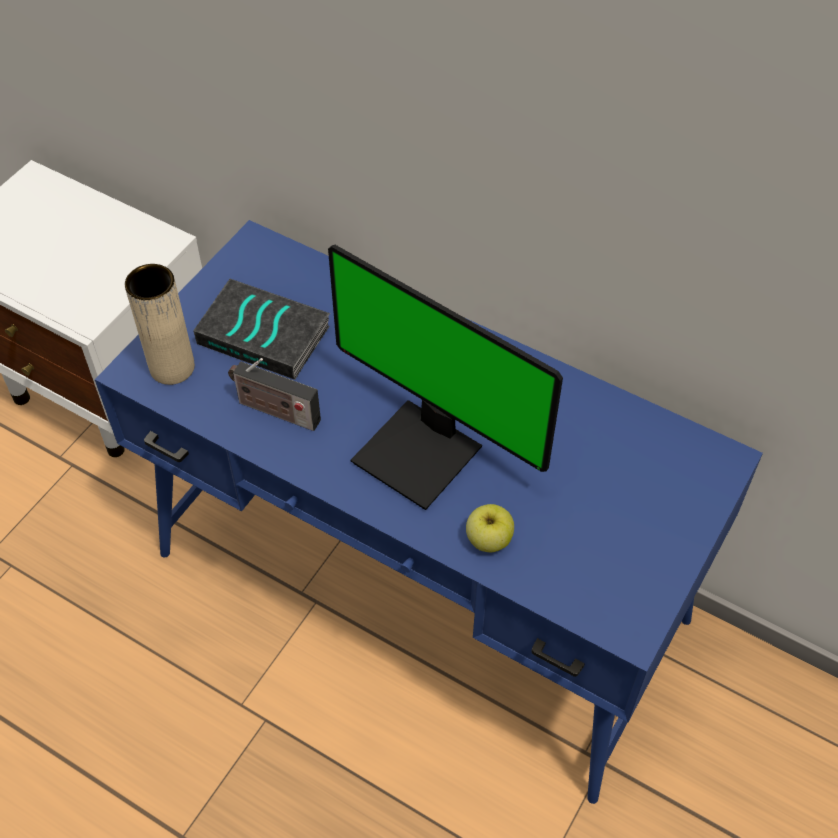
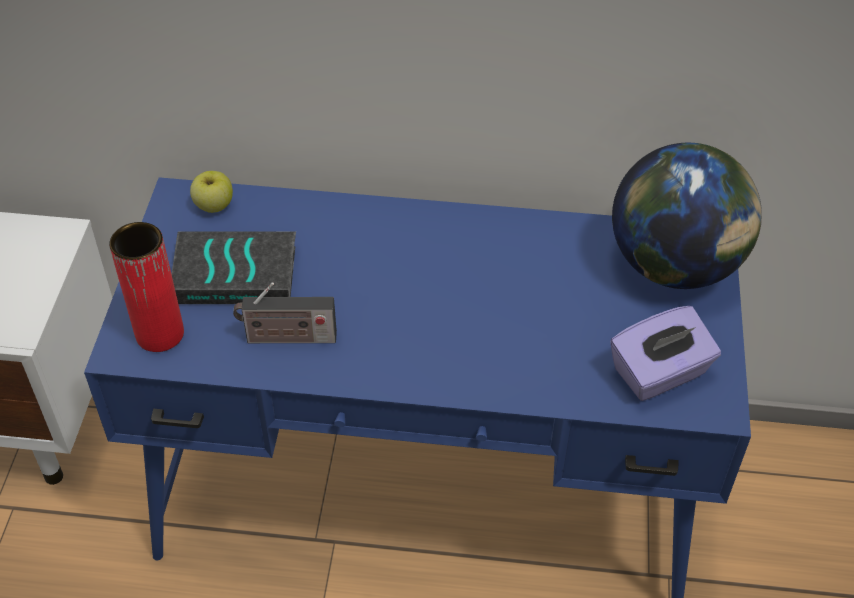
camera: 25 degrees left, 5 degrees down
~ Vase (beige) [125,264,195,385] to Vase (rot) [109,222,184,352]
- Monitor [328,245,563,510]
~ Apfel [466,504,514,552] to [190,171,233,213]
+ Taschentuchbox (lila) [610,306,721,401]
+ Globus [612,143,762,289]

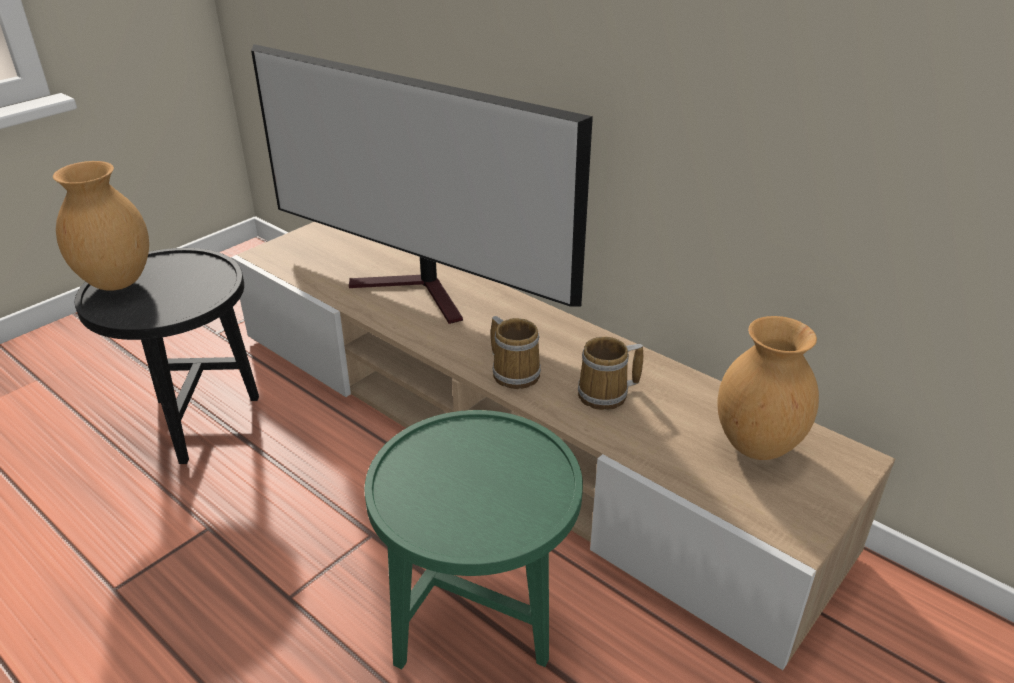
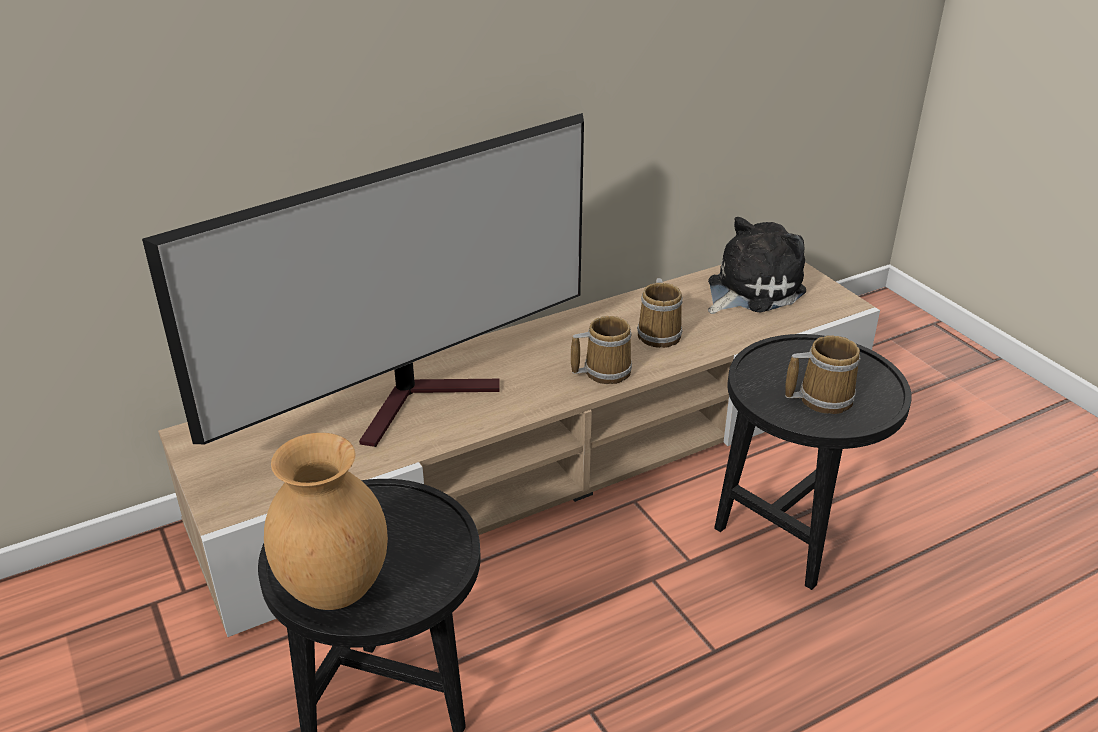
camera: 70 degrees left, 0 degrees up
~ Beistelltisch (grün) [365,410,583,669] to Beistelltisch (schwarz) [714,334,912,590]
~ Vase (braun) [718,316,819,460] to Plüschtier [708,217,806,314]
+ Henkelbecher [785,335,861,414]

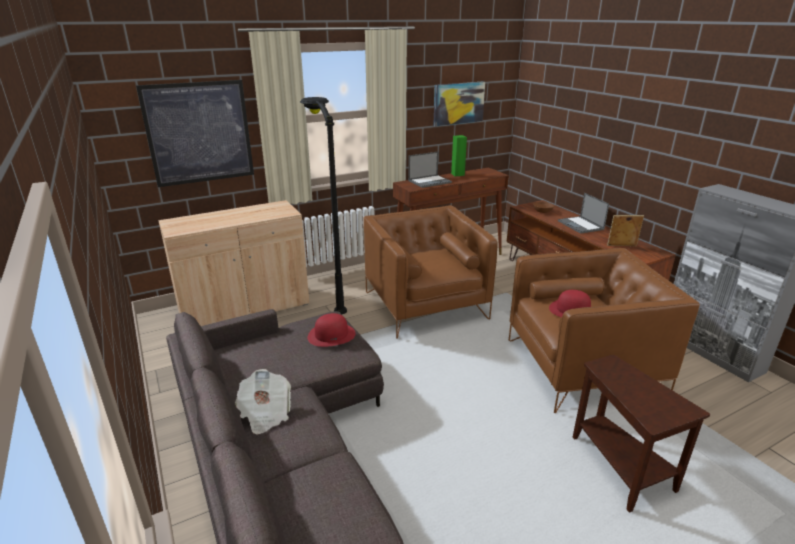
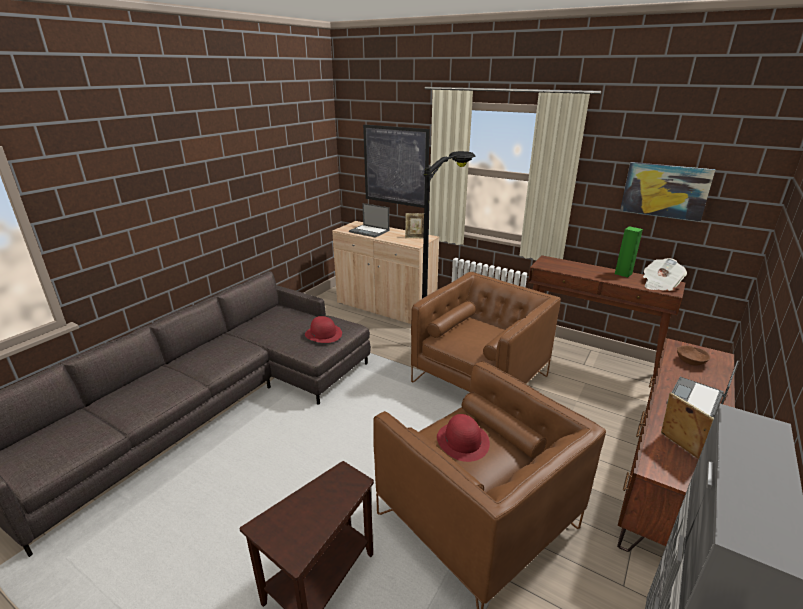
camera: 60 degrees right, 0 degrees up
~ Zeitung [235,369,291,435] to [643,258,687,291]
~ Laptop [408,152,452,188] to [349,203,389,238]
+ Bilderrahmen [405,213,424,238]

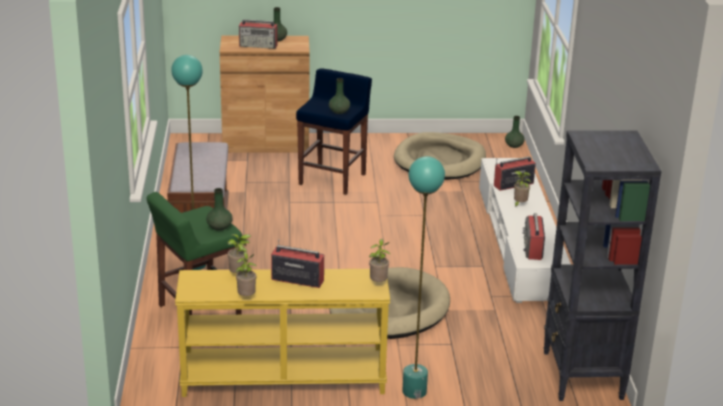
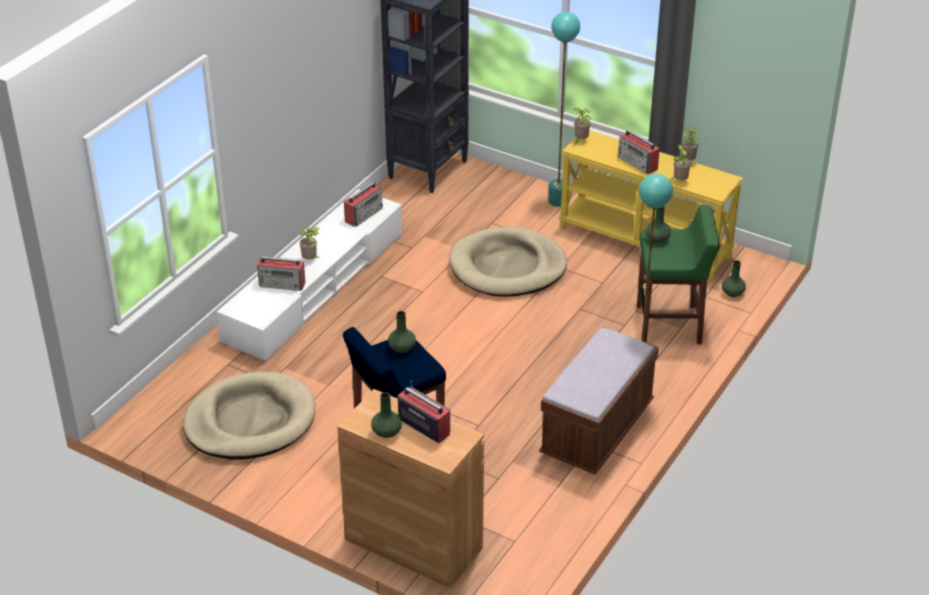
camera: 145 degrees left, 10 degrees up
~ Vase (grün) [505,116,525,148] to [722,260,746,297]

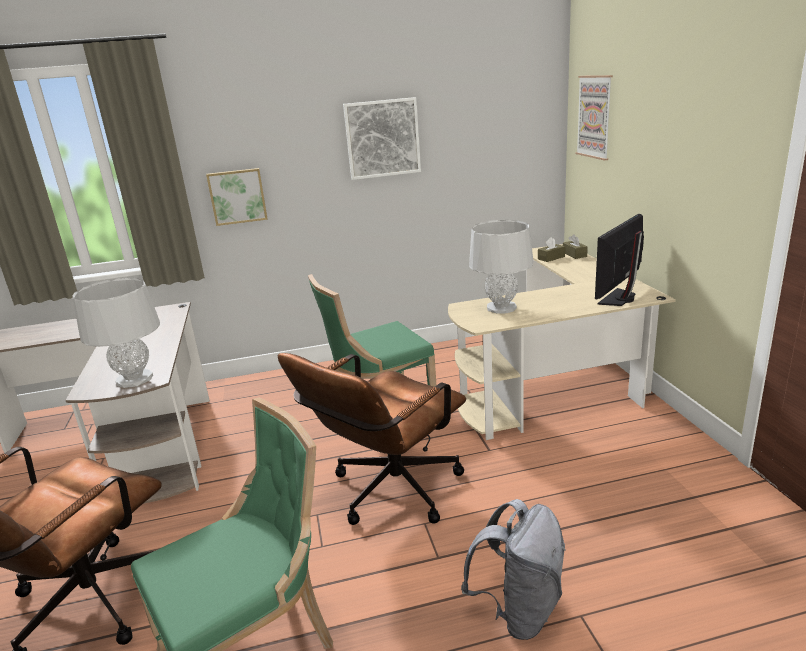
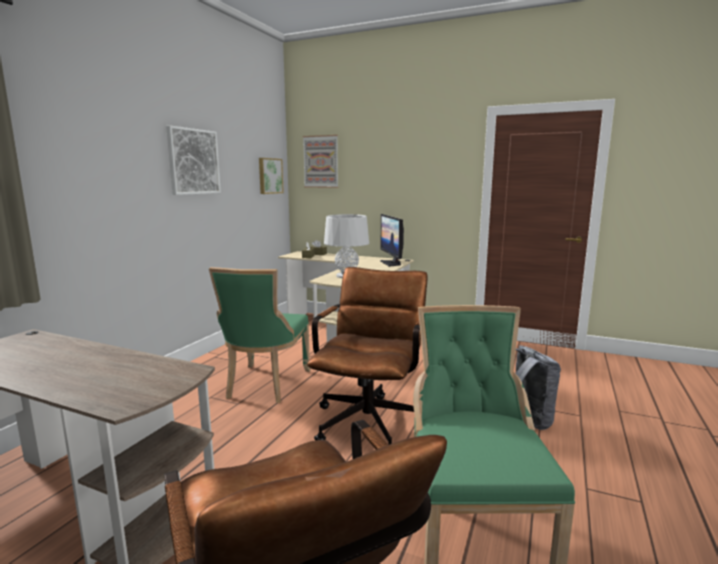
camera: 55 degrees left, 10 degrees down
- Tischlampe (grau) [72,278,160,388]
~ Bild [206,168,268,226] to [259,158,284,194]
~ Bürostuhl (braun) [277,353,466,525] = [307,267,428,445] 150 degrees counterclockwise

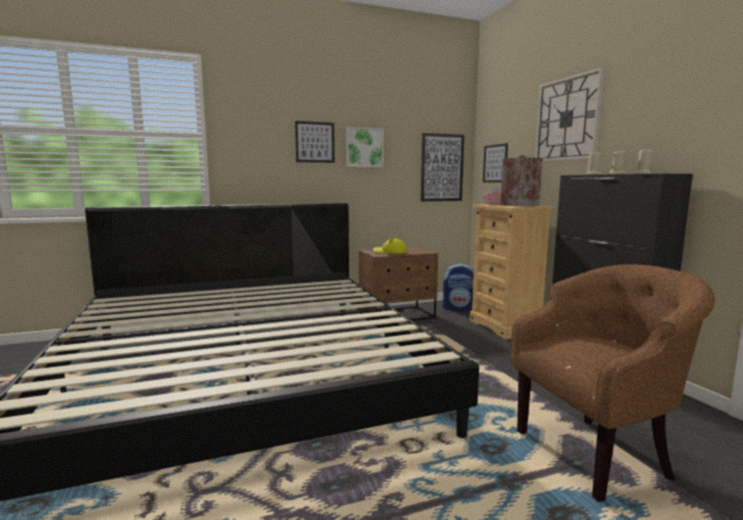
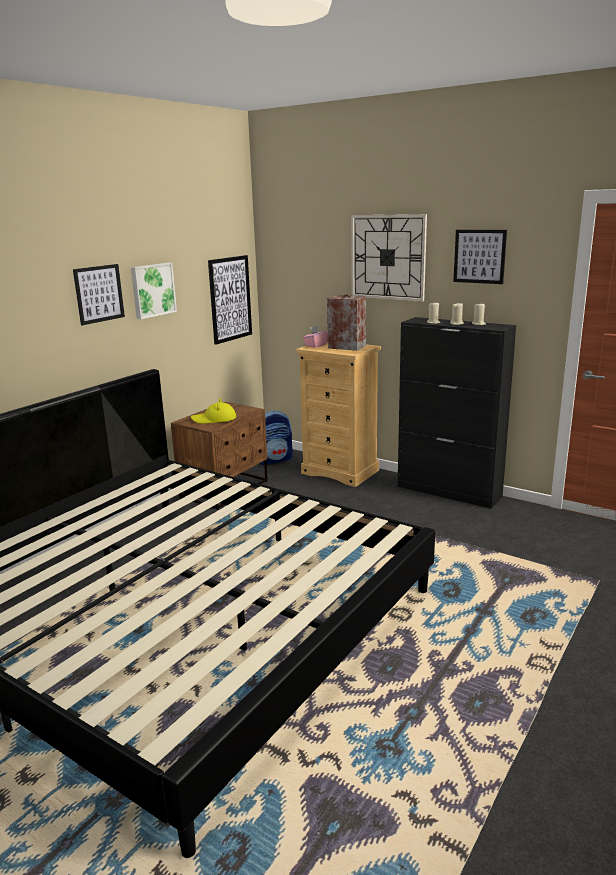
camera: 35 degrees left, 10 degrees up
~ Bild [483,143,508,183] to [453,230,507,284]
- Sessel (braun) [511,264,715,502]

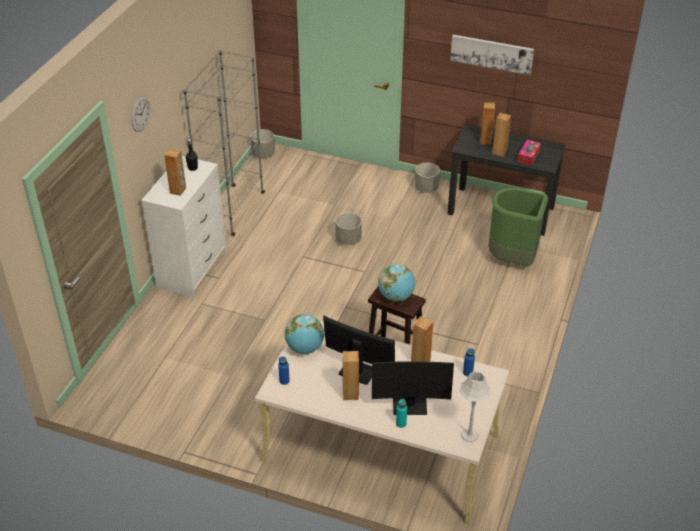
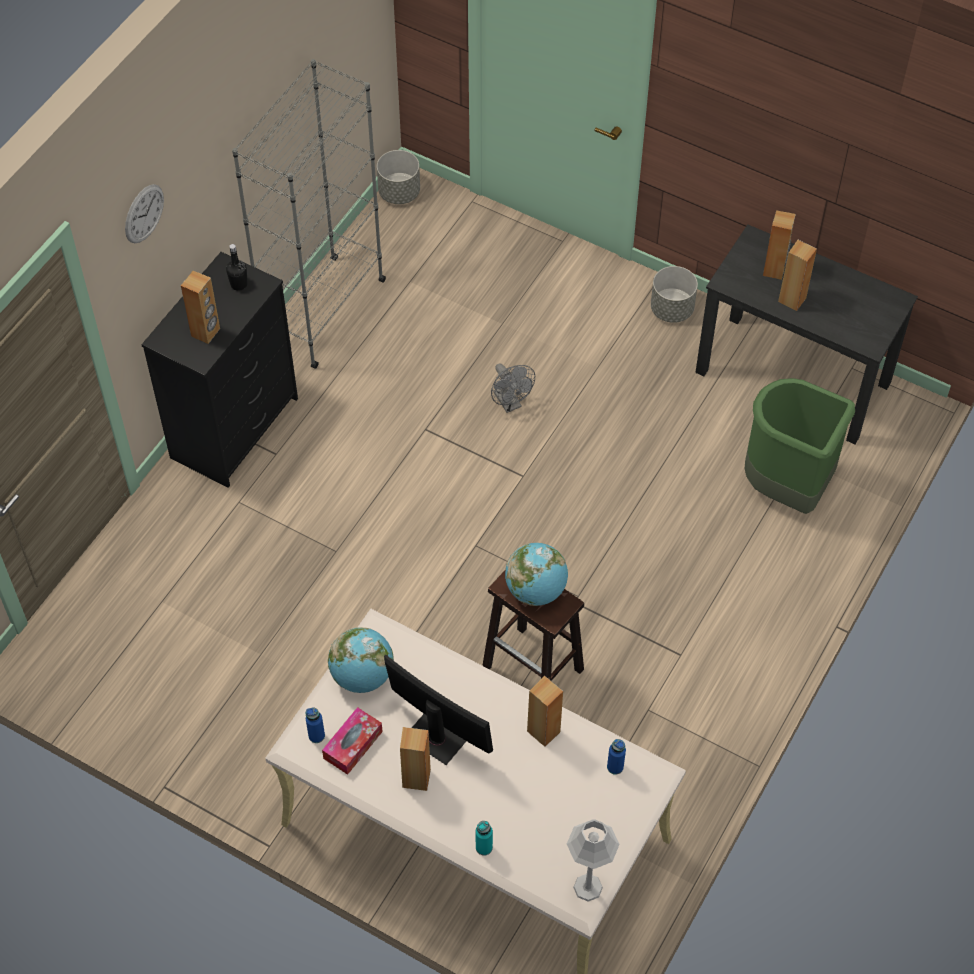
camera: 10 degrees right, 15 degrees up
~ Kommode (weiß) [141,156,226,297] to Kommode (schwarz) [141,252,298,488]
~ Pflanzkübel (grau) [335,213,362,245] to Ventilator (grau) [491,363,535,413]
- Monitor [372,361,454,415]
- Bild [450,35,534,75]
~ Taschentuchbox [518,139,541,165] to [322,707,383,775]

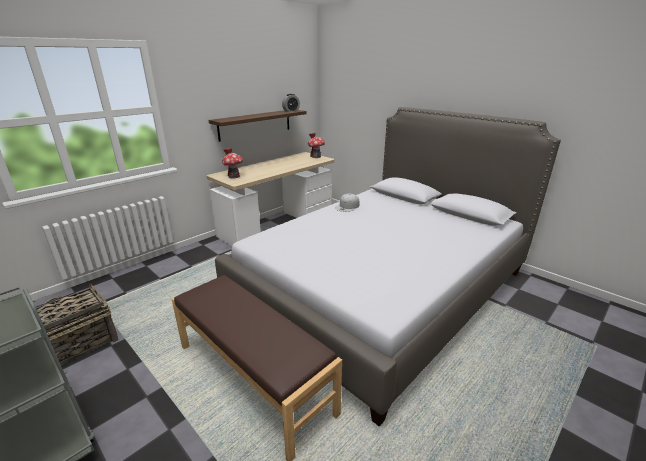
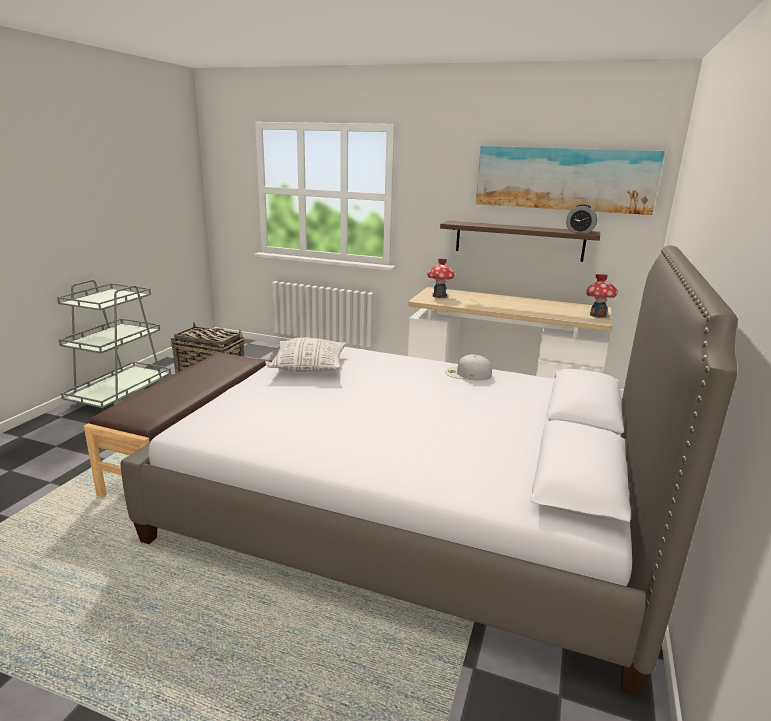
camera: 65 degrees right, 5 degrees down
+ Kissen [267,337,347,372]
+ Bild [476,146,665,215]

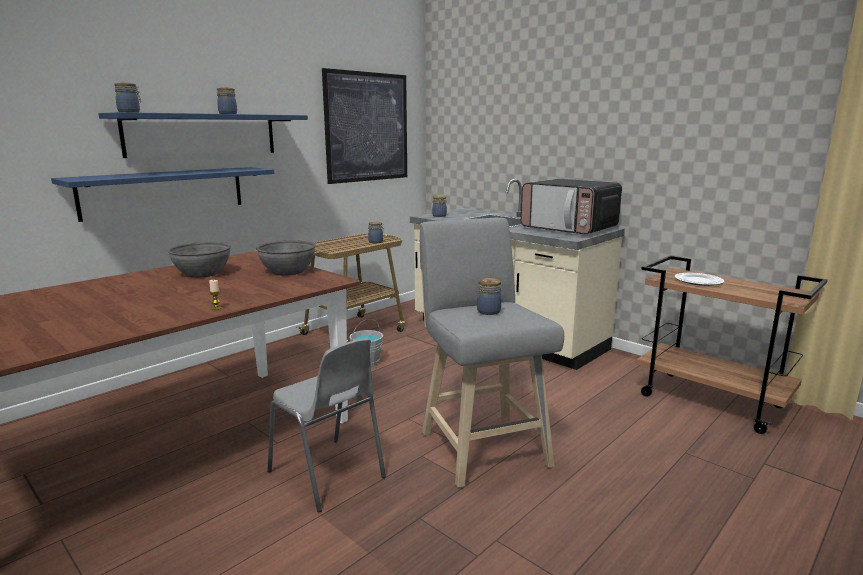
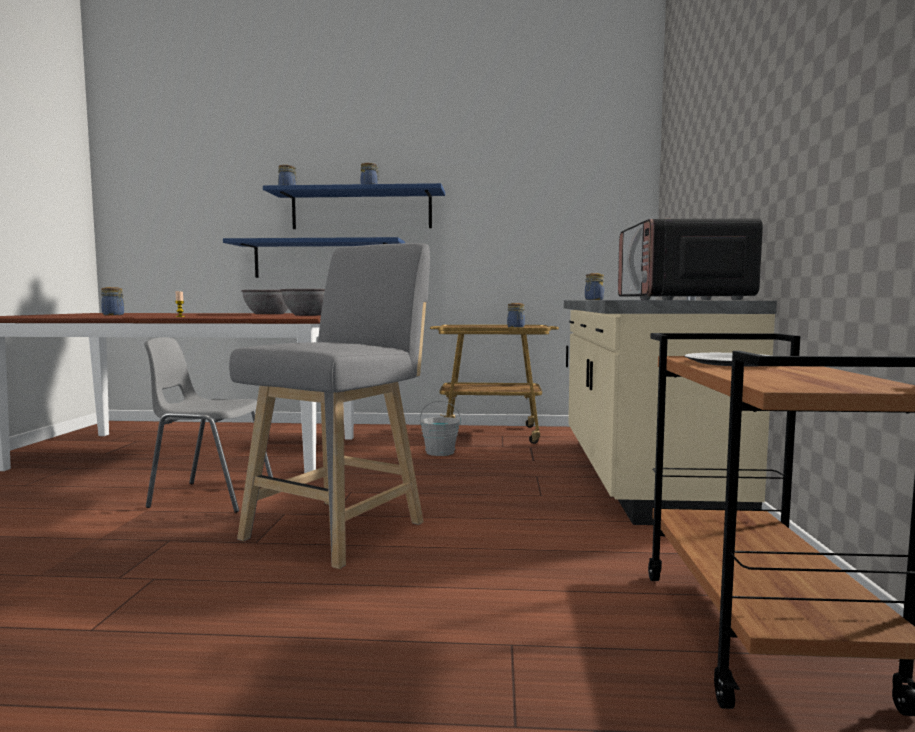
camera: 50 degrees right, 10 degrees down
~ Stuhl (grau) [267,338,386,513] = [144,337,273,513] 90 degrees clockwise
- Bild [322,68,407,184]
~ Vorratsglas [477,278,502,315] to [101,287,124,315]

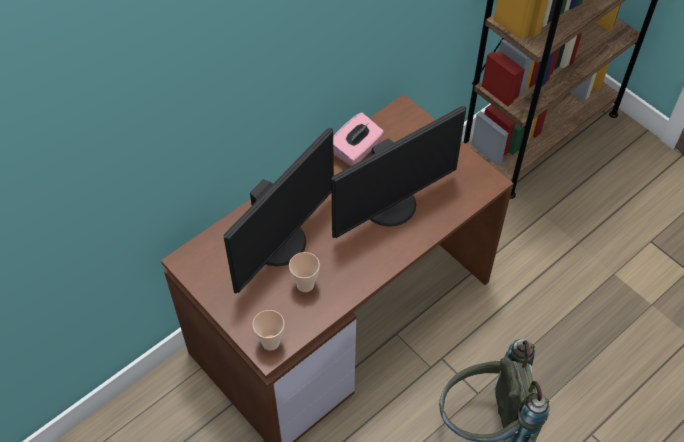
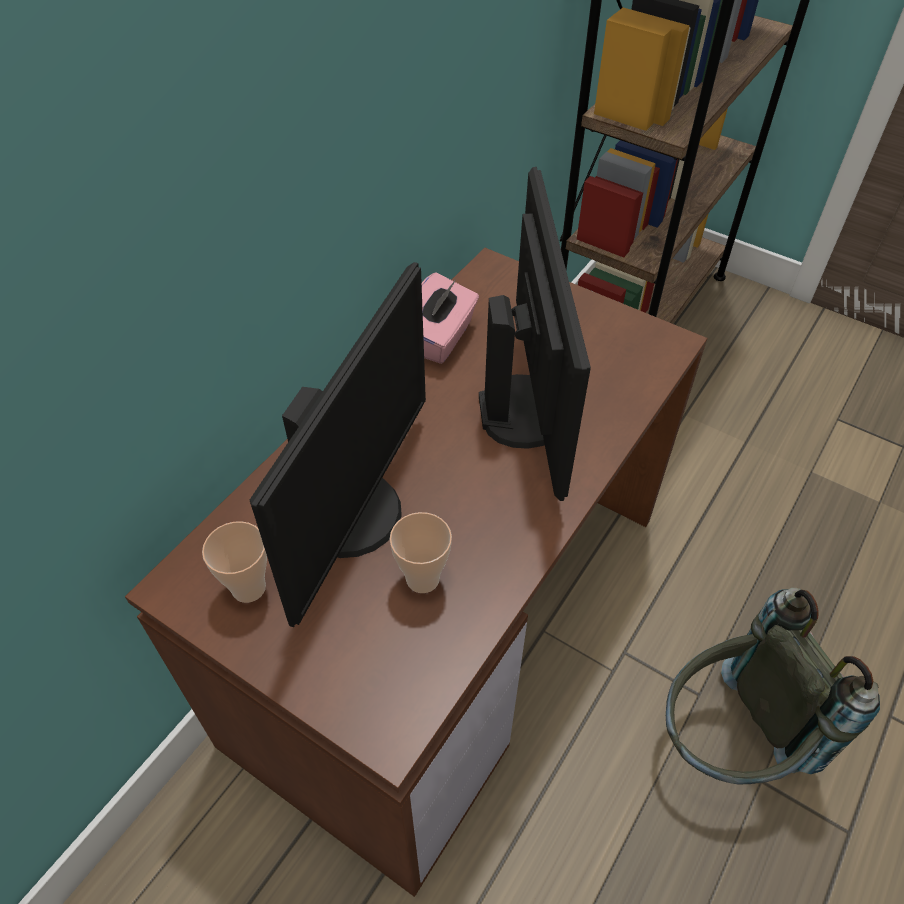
camera: 15 degrees left, 5 degrees down
~ Tasse [252,310,284,351] to [202,521,267,603]
~ Monitor [331,106,466,238] = [479,167,591,501] 45 degrees counterclockwise

